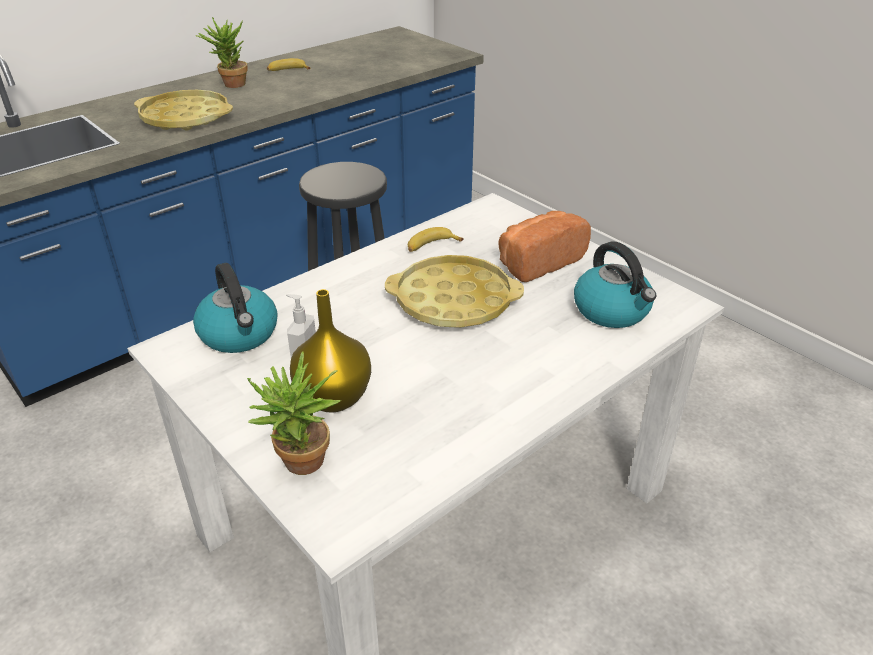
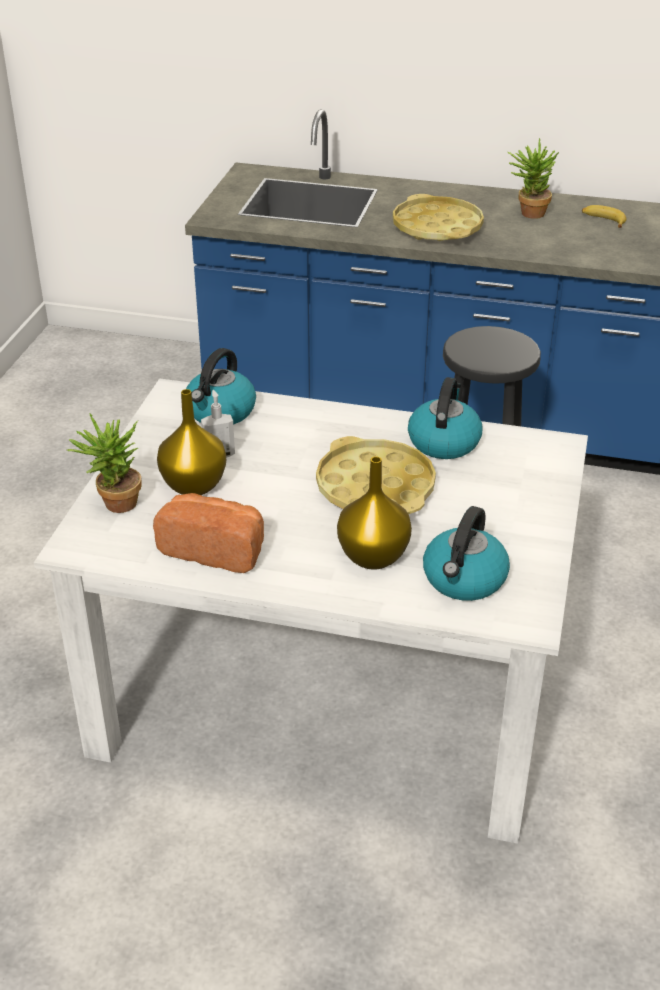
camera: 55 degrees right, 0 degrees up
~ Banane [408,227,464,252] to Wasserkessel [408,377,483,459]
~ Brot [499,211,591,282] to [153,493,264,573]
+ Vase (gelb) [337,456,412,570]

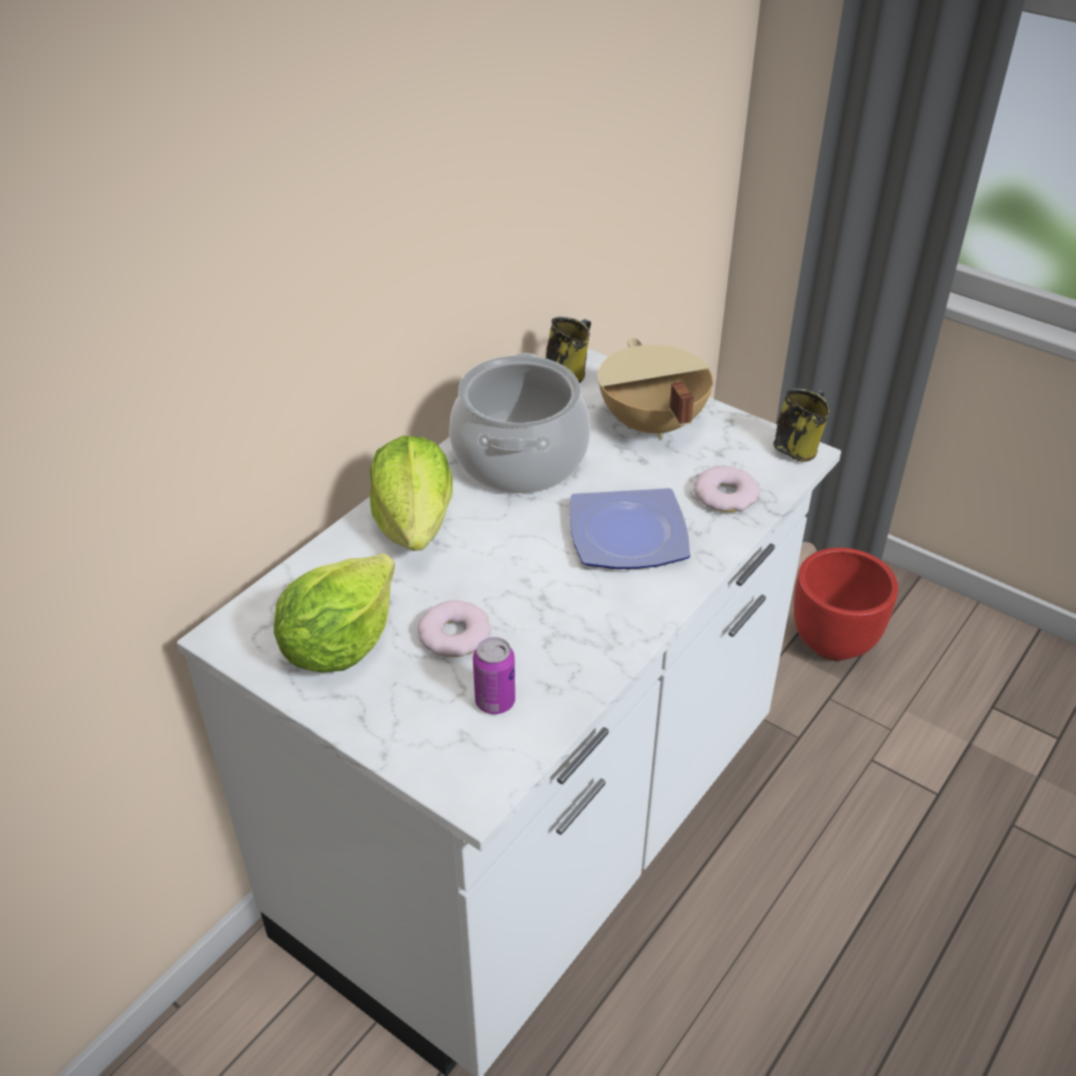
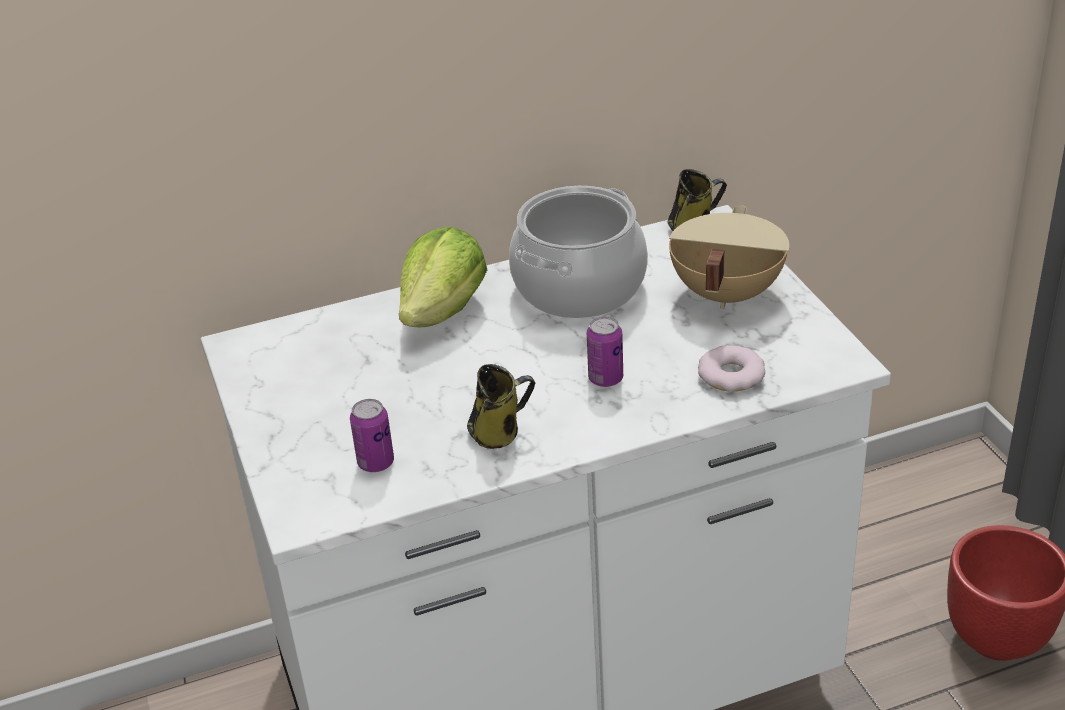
camera: 35 degrees right, 5 degrees down
- Salatkopf [274,553,395,673]
- Donut [418,600,491,657]
~ Teller [570,488,690,569] to Dose [587,317,623,387]
~ Henkelbecher [773,388,830,462] to [467,364,536,449]

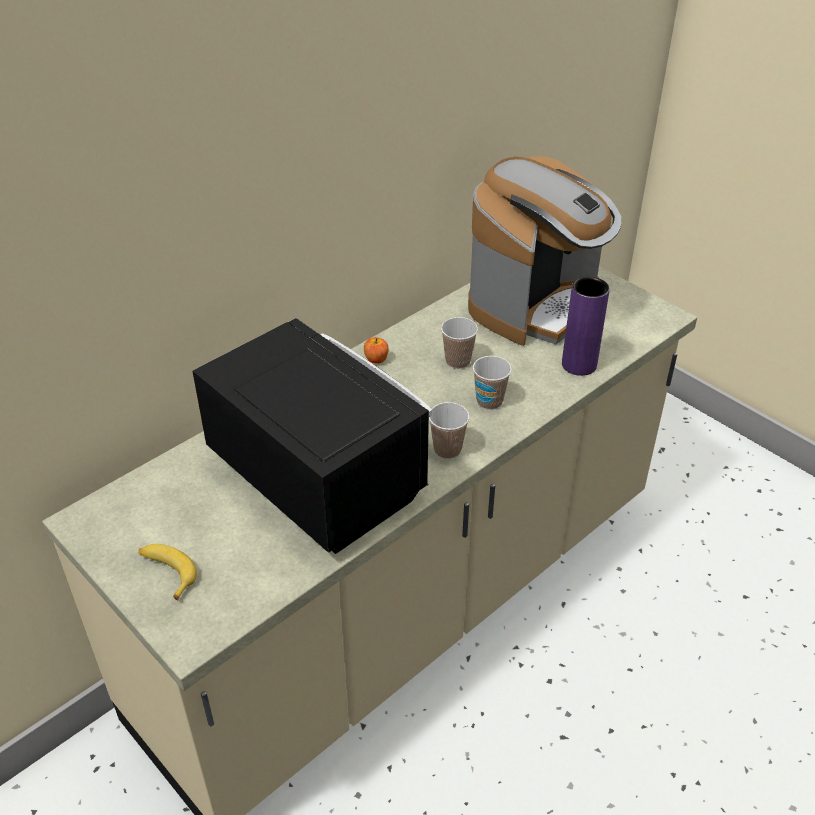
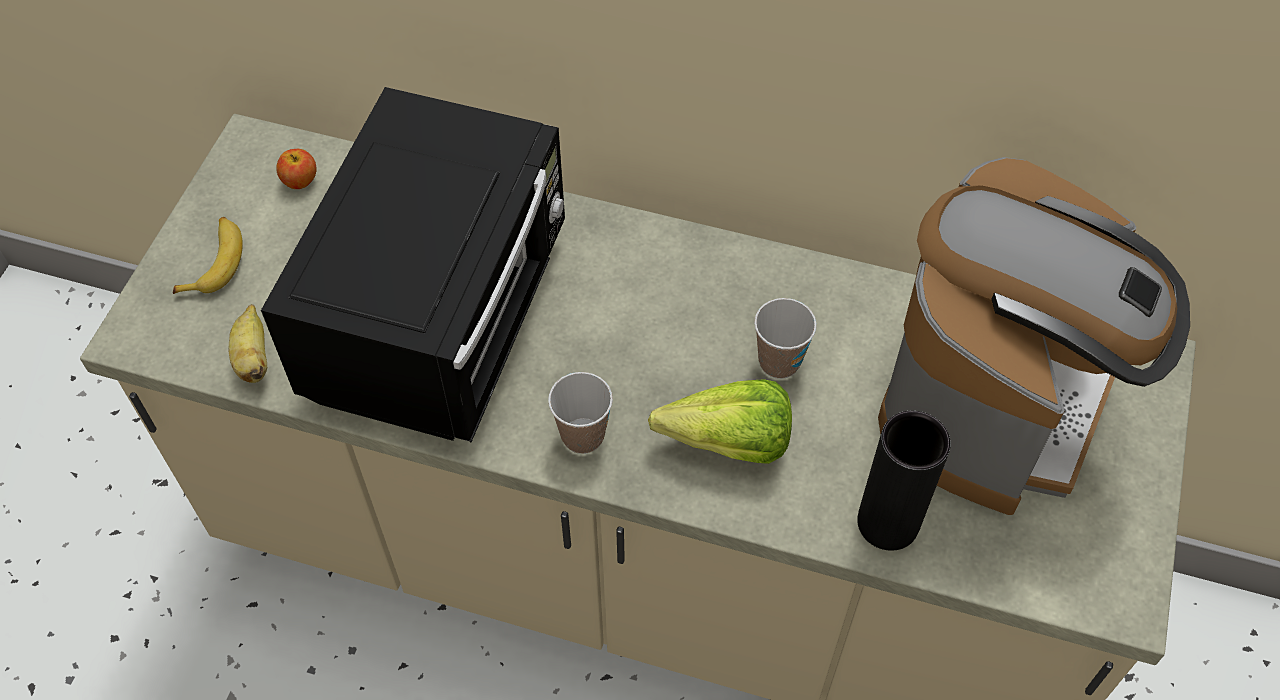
camera: 60 degrees right, 15 degrees up
~ Apfel [364,337,389,364] to [276,149,317,189]
~ Kaffeemaschine [468,156,622,346] = [878,157,1190,515] 75 degrees counterclockwise
~ Tasse [473,356,512,410] to Salatkopf [648,379,792,464]
~ Vase (lila) [562,276,610,376] to Vase (schwarz) [857,411,951,551]
+ Banane [229,304,267,383]

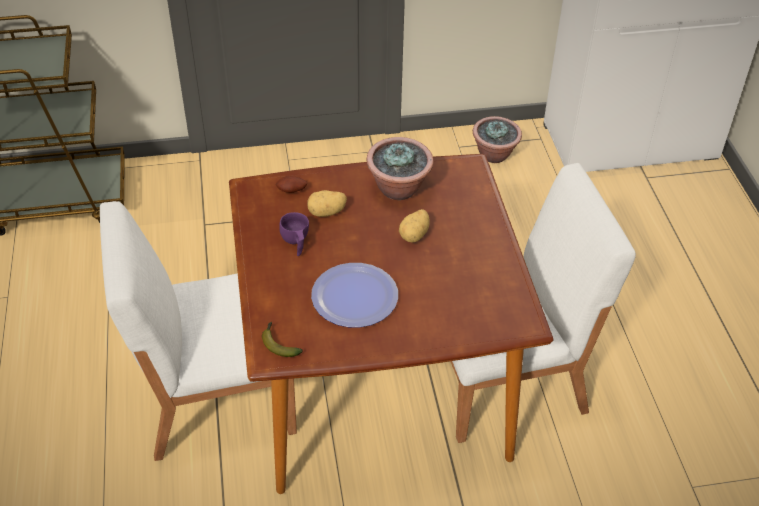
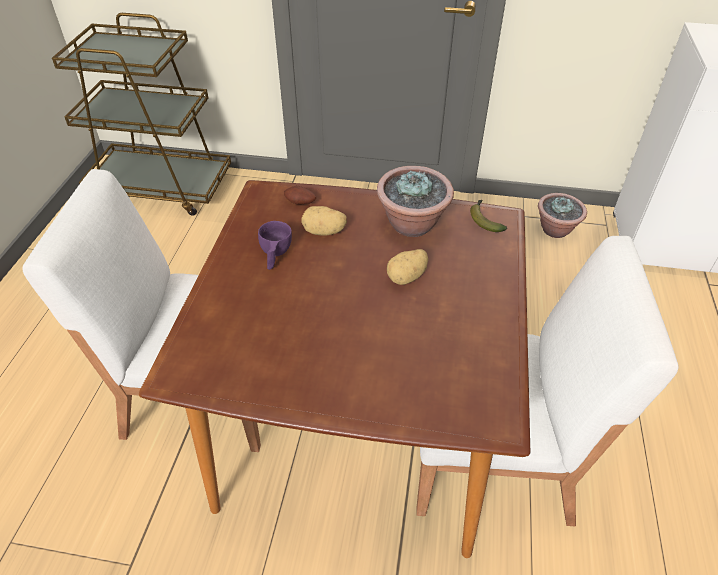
camera: 20 degrees right, 0 degrees up
~ Banane [262,322,303,357] to [470,200,507,232]
- Teller [311,263,398,328]

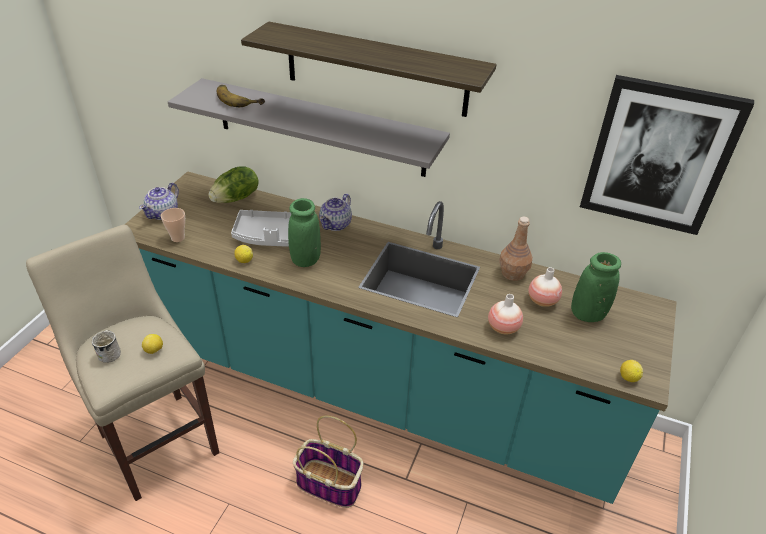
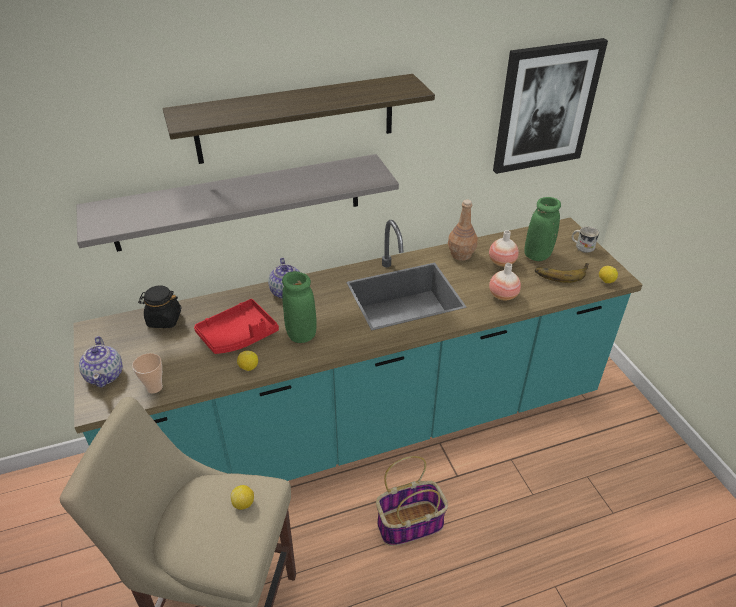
camera: 40 degrees left, 0 degrees up
~ Henkelbecher (weiß) [92,330,121,363] to [572,226,599,253]
~ Salatkopf [208,166,259,203] to Vorratsglas (schwarz) [138,286,182,328]
~ Banane [217,85,265,107] to [535,263,589,283]
~ Tablett (grau) [231,210,291,247] to Tablett (rot) [194,299,279,354]

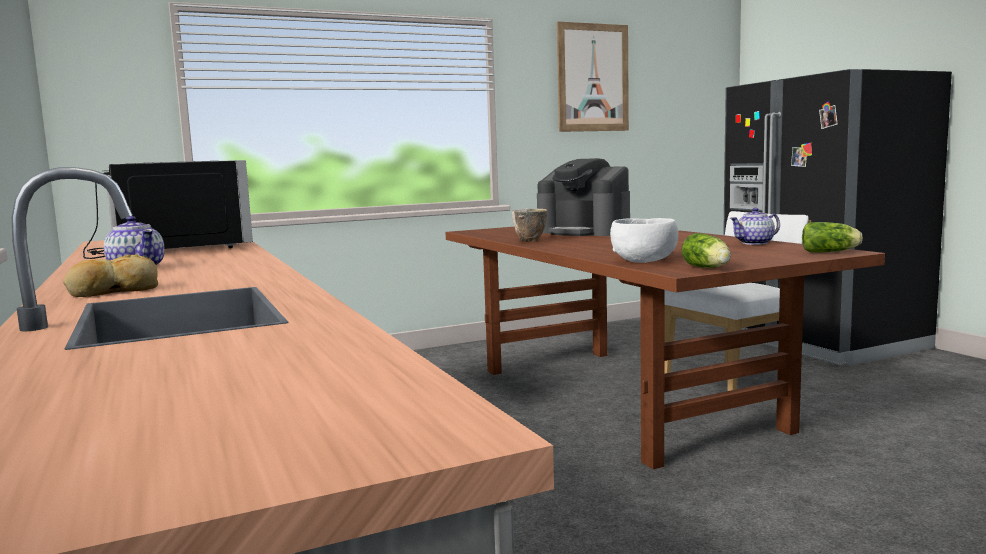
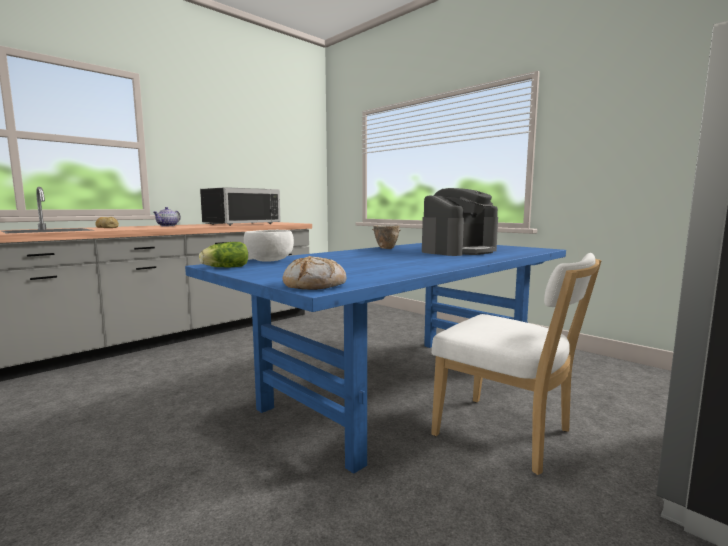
camera: 70 degrees right, 0 degrees up
~ Esstisch (braun) [446,227,885,469] to Esstisch (blau) [185,243,566,474]
~ Kaffeemaschine [537,158,630,236] = [422,188,498,256] 150 degrees counterclockwise
- Bild [557,22,629,132]
- Teekanne [730,208,780,245]
~ Salatkopf [802,222,863,252] to Brot [283,256,346,290]

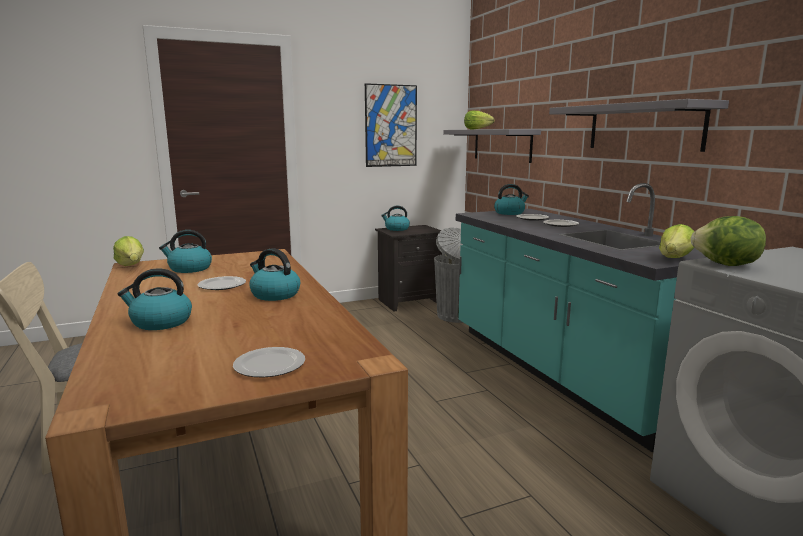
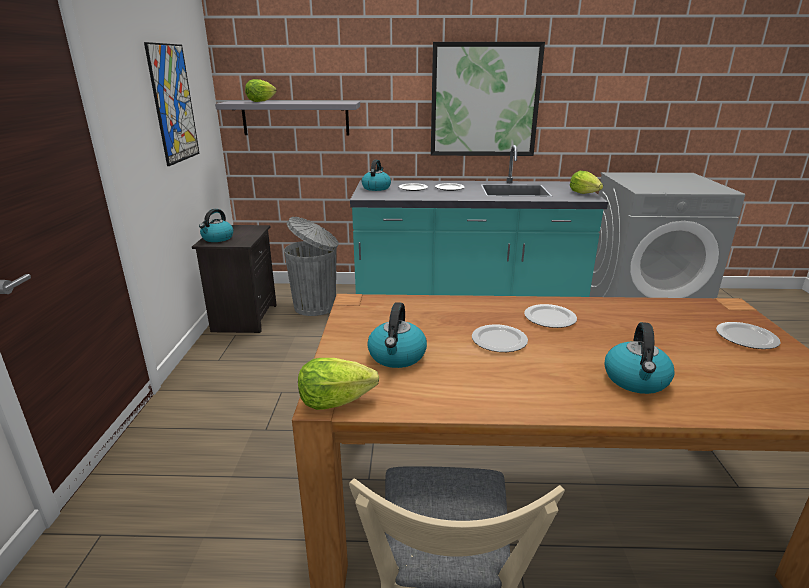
camera: 65 degrees left, 10 degrees up
~ Wasserkessel [249,248,300,301] to Teller [524,304,577,328]
~ Wandregal (grau) [549,99,729,152] to Bild [431,42,545,156]
- Salatkopf [690,216,766,266]

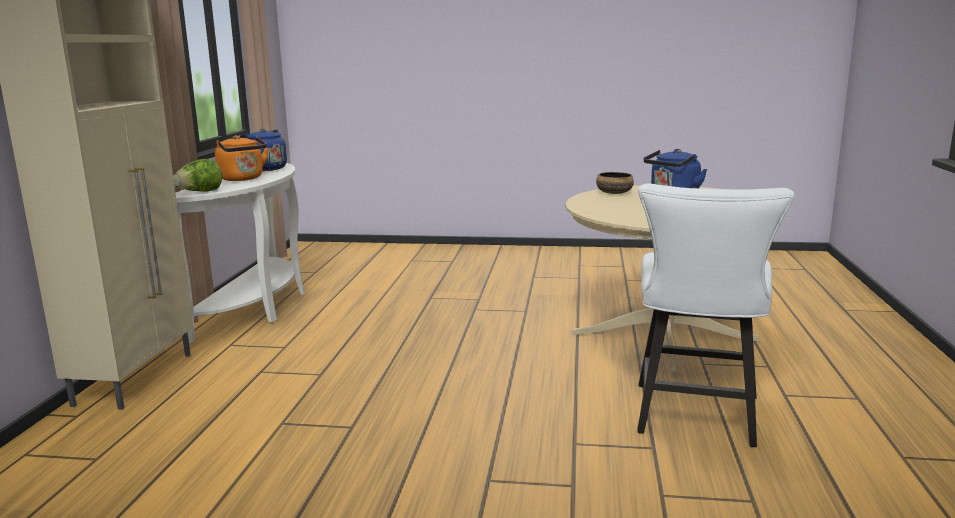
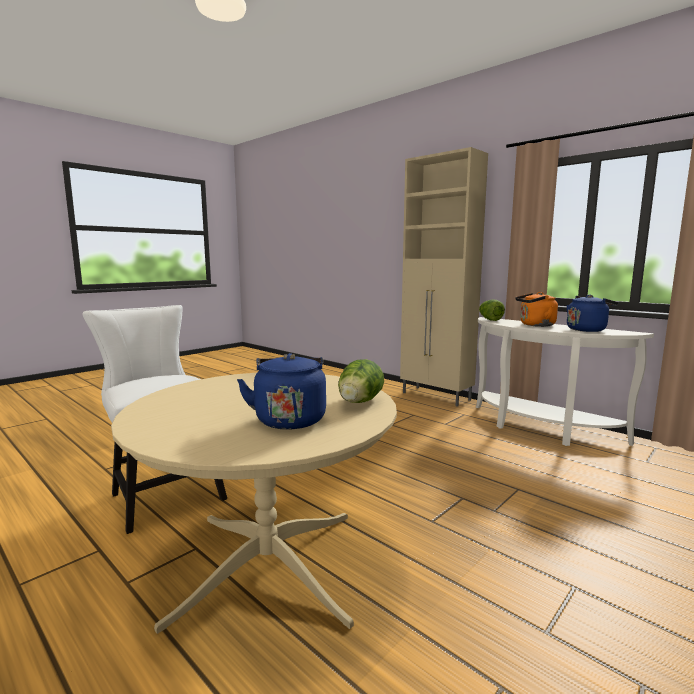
camera: 125 degrees right, 5 degrees down
~ Schüssel [596,172,634,194] to Salatkopf [338,359,384,403]

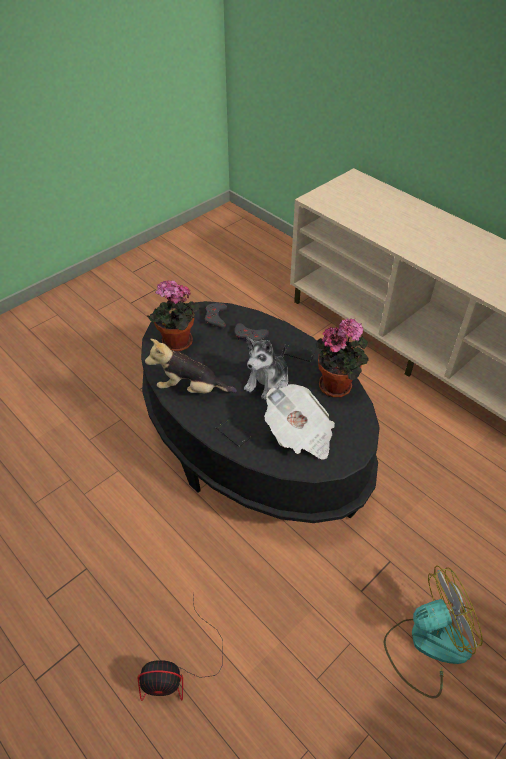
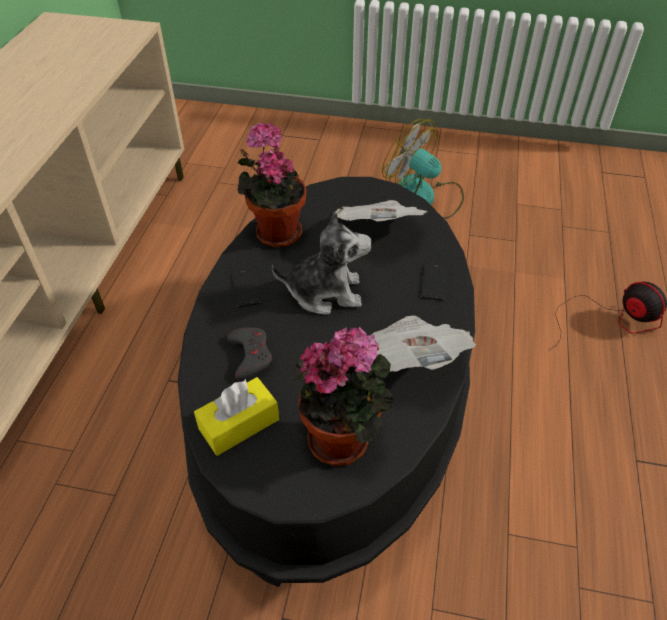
camera: 125 degrees left, 0 degrees up
~ Plüschtier [145,339,237,393] to Zeitung [372,315,476,372]
~ Gamepad (grau) [205,303,227,328] to Taschentuchbox (gelb) [194,377,279,456]

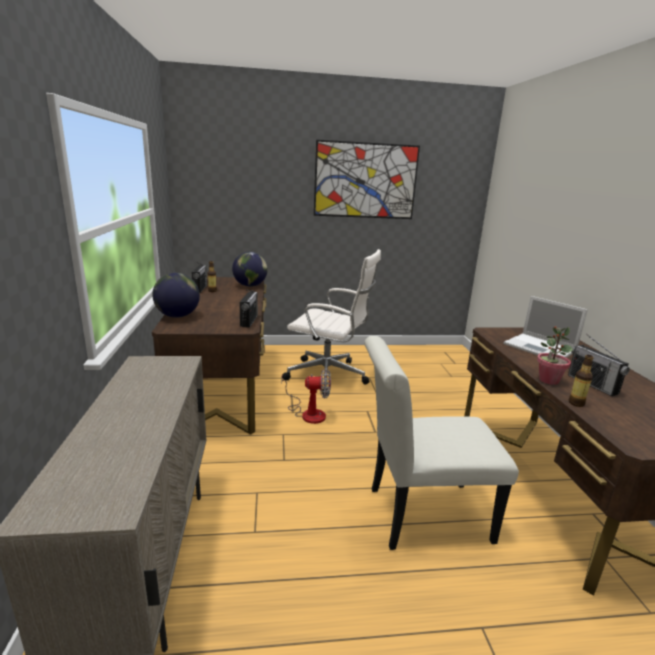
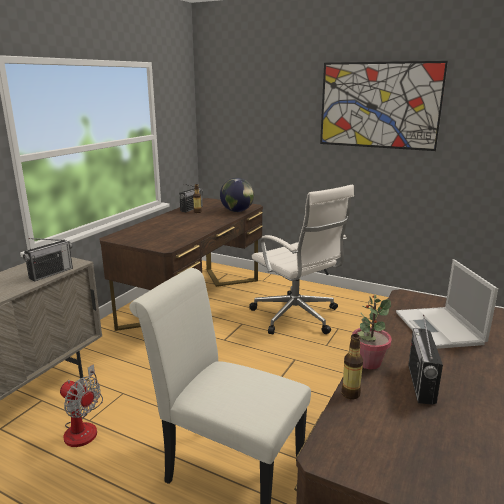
camera: 35 degrees right, 0 degrees up
- Globus [152,273,200,318]
~ Radio [239,290,258,328] to [23,238,73,281]
~ Ventilator [281,368,331,424] to [60,364,103,447]

